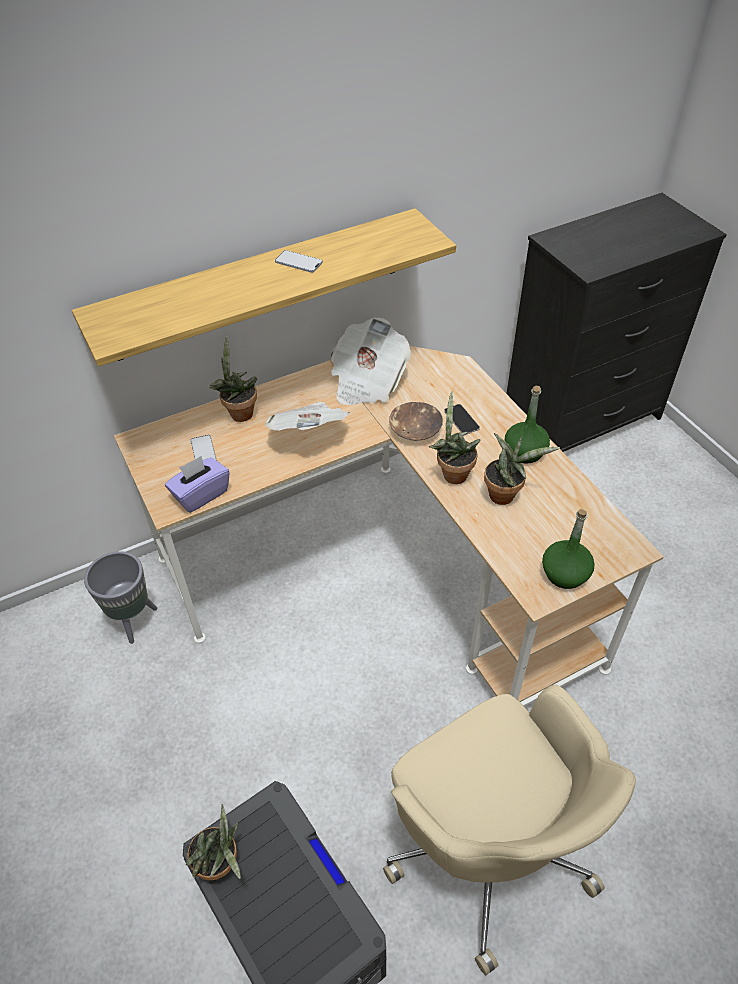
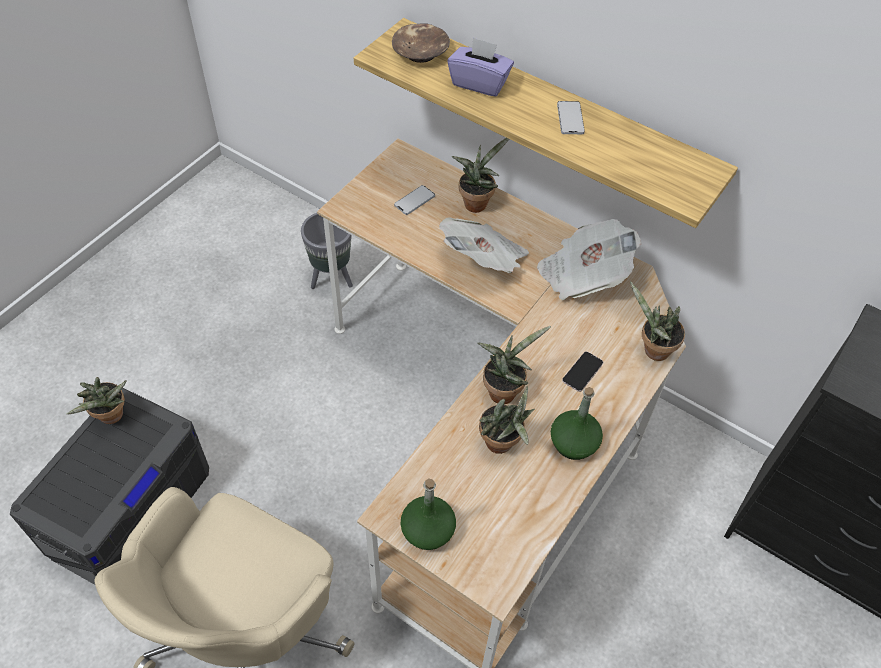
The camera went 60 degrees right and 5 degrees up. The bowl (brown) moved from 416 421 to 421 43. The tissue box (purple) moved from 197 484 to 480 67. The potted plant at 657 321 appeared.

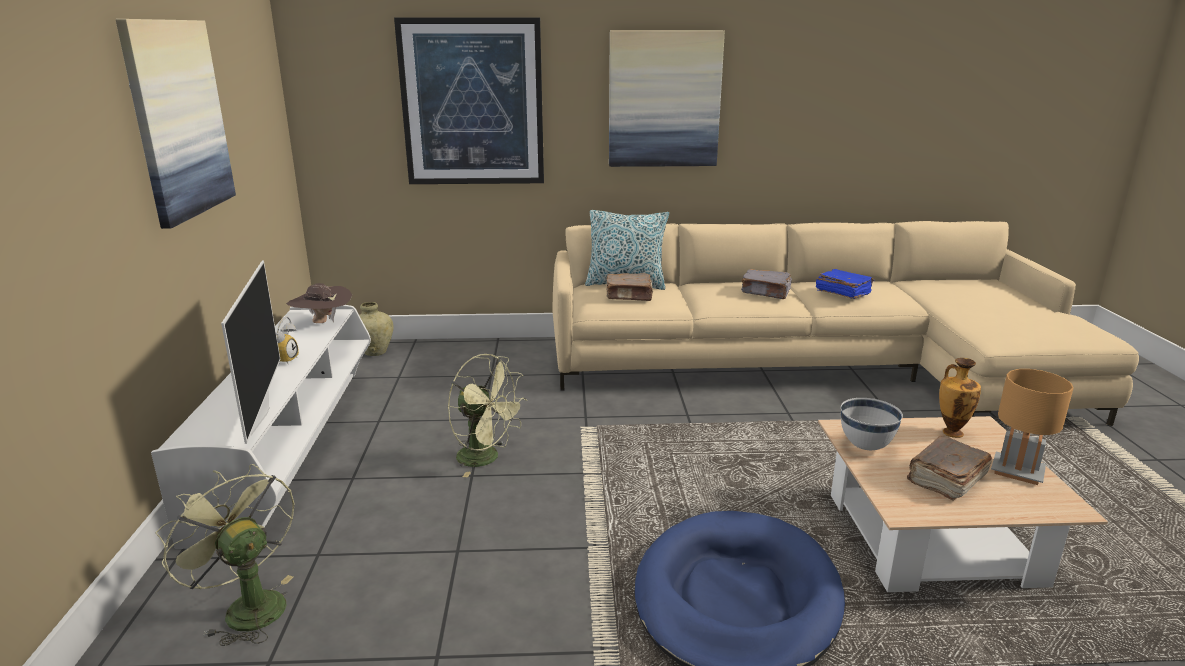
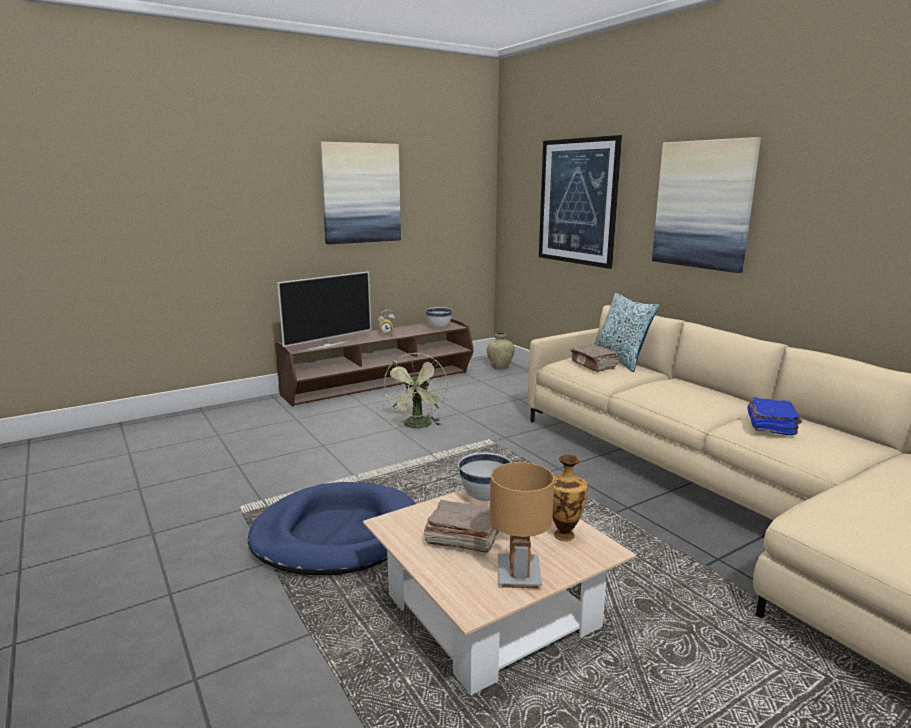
The camera went 60 degrees right and 5 degrees down. The book (grey) at 766 284 disappeared. The hat (brown) at 319 303 was replaced by the bowl (white) at 439 318. The tv stand (white) at 261 427 became the tv stand (brown) at 374 362. The fan (green) at 224 555 disappeared.

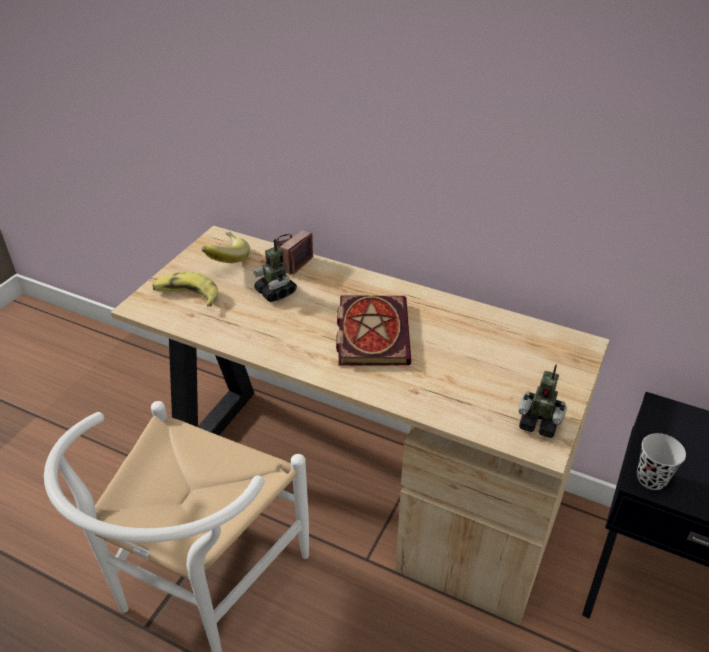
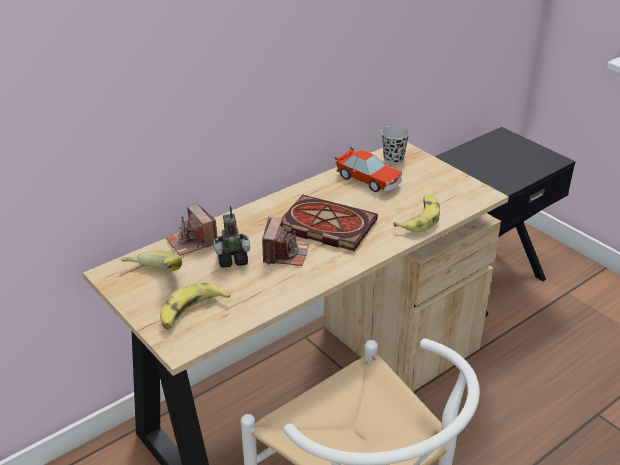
The camera went 65 degrees left and 5 degrees down. The toy robot at 543 401 disappeared. The cup (black) moved from 661 461 to 395 145. The toy car at 368 169 appeared. The banana at 416 213 appeared. The photo camera at 285 241 appeared.

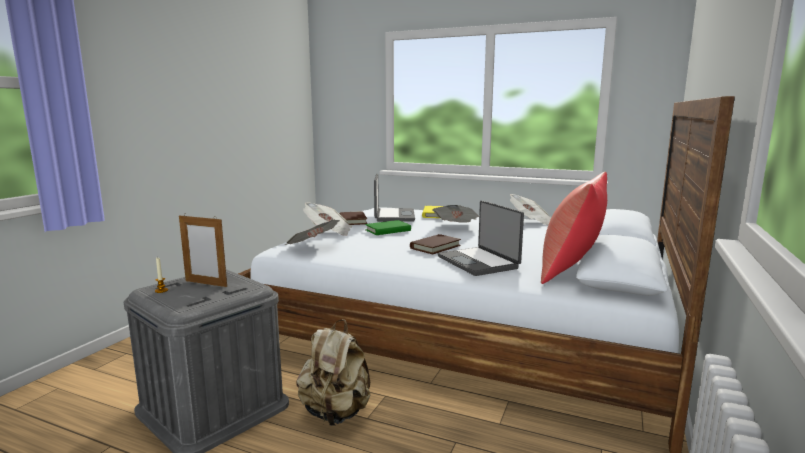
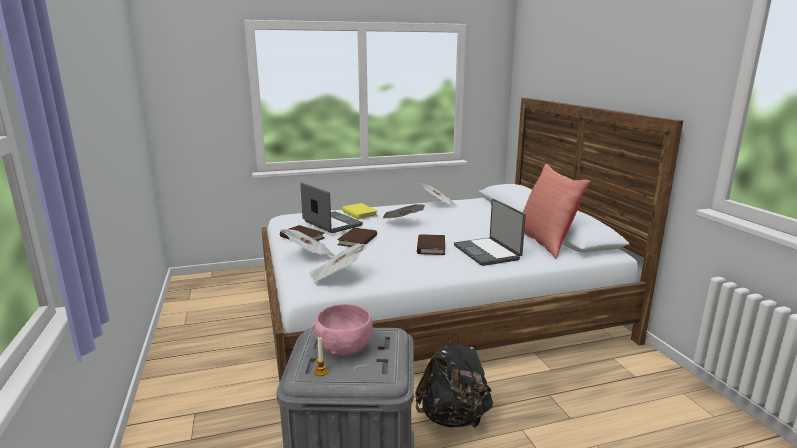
The camera went 40 degrees left and 5 degrees up. The laptop at 481 238 turned 45 degrees clockwise. The picture frame at 203 251 was replaced by the bowl (pink) at 343 330. The book (green) at 388 227 became the book (brown) at 357 237. The backpack (beige) at 333 372 became the backpack (black) at 454 381.

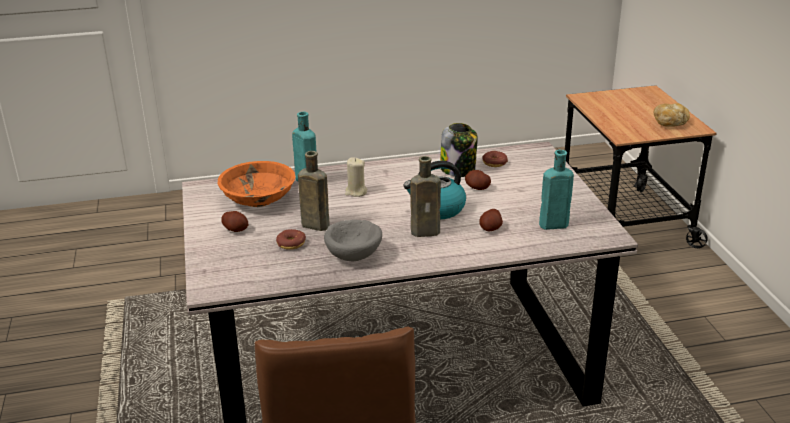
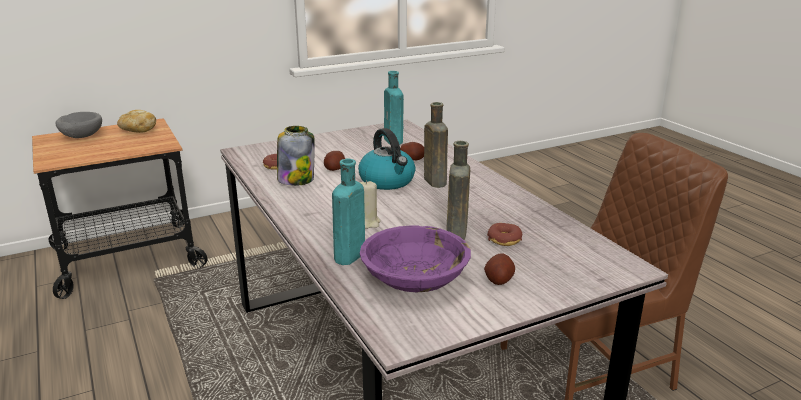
The camera went 105 degrees left and 5 degrees down. The bowl (orange) at 256 184 became the bowl (purple) at 415 258. The bowl (grey) moved from 353 240 to 78 125.

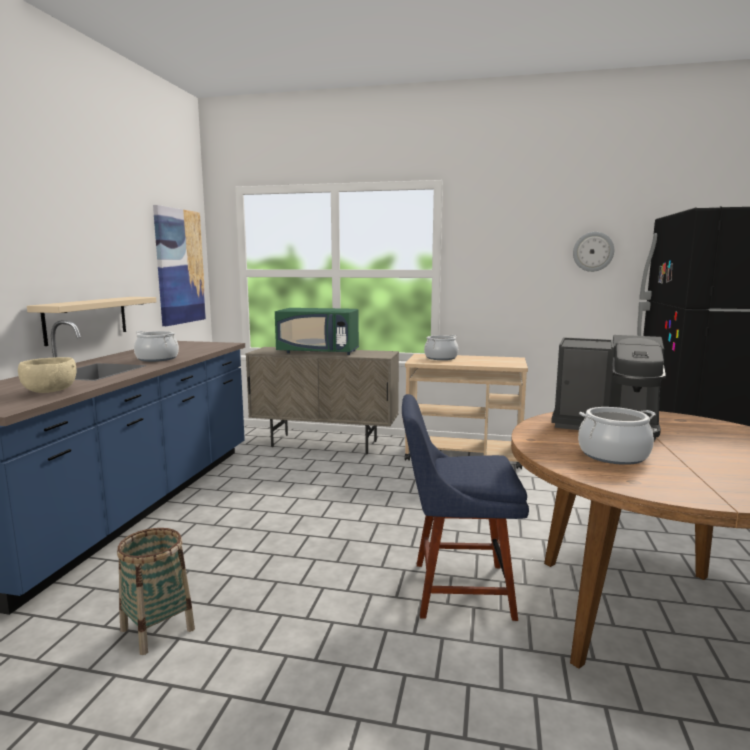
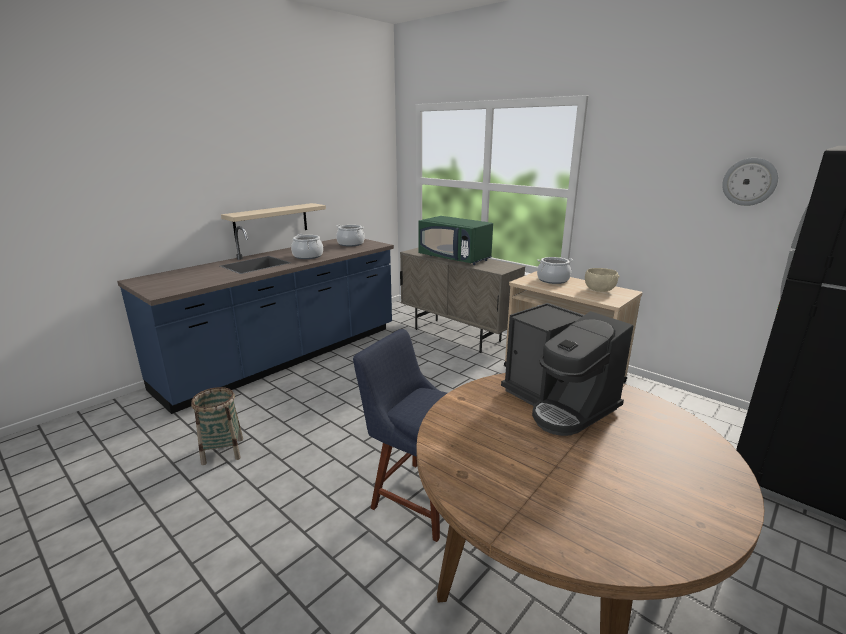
The camera went 30 degrees right and 10 degrees up. The picture at 179 265 disappeared. The bowl (beige) moved from 47 375 to 602 280. The cooking pot moved from 617 436 to 350 236.

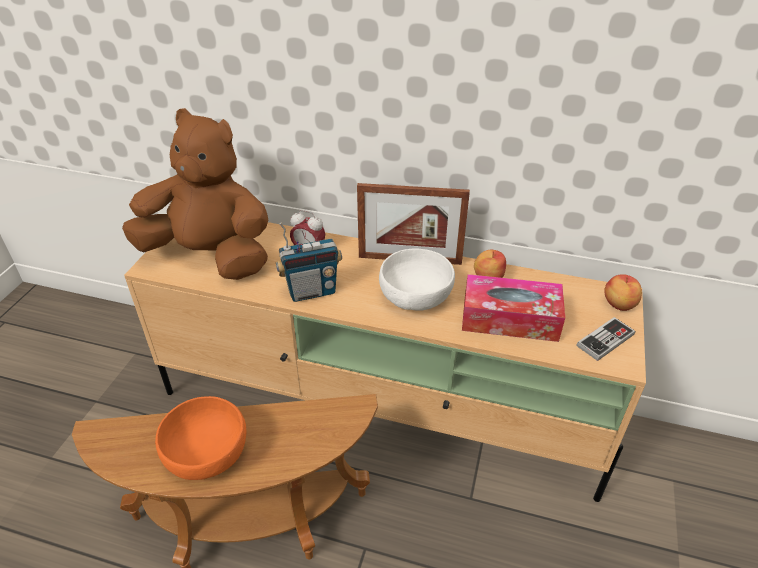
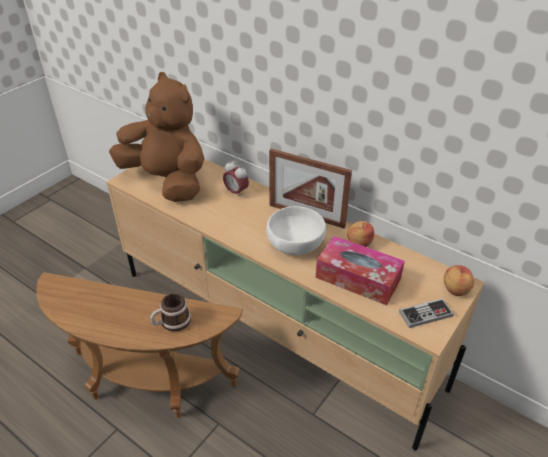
The camera went 20 degrees right and 0 degrees up. The radio at 309 262 disappeared. The bowl (orange) at 201 438 disappeared. The mug at 170 312 appeared.

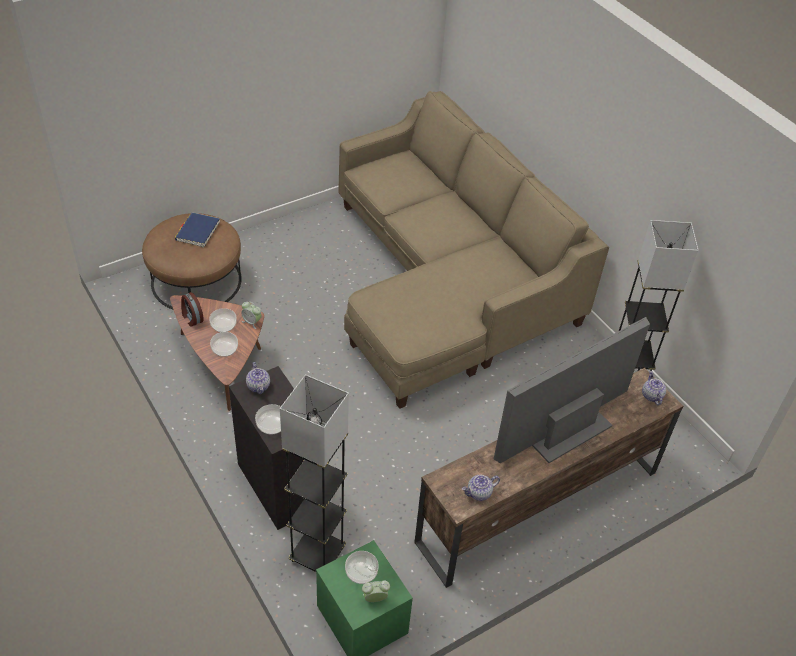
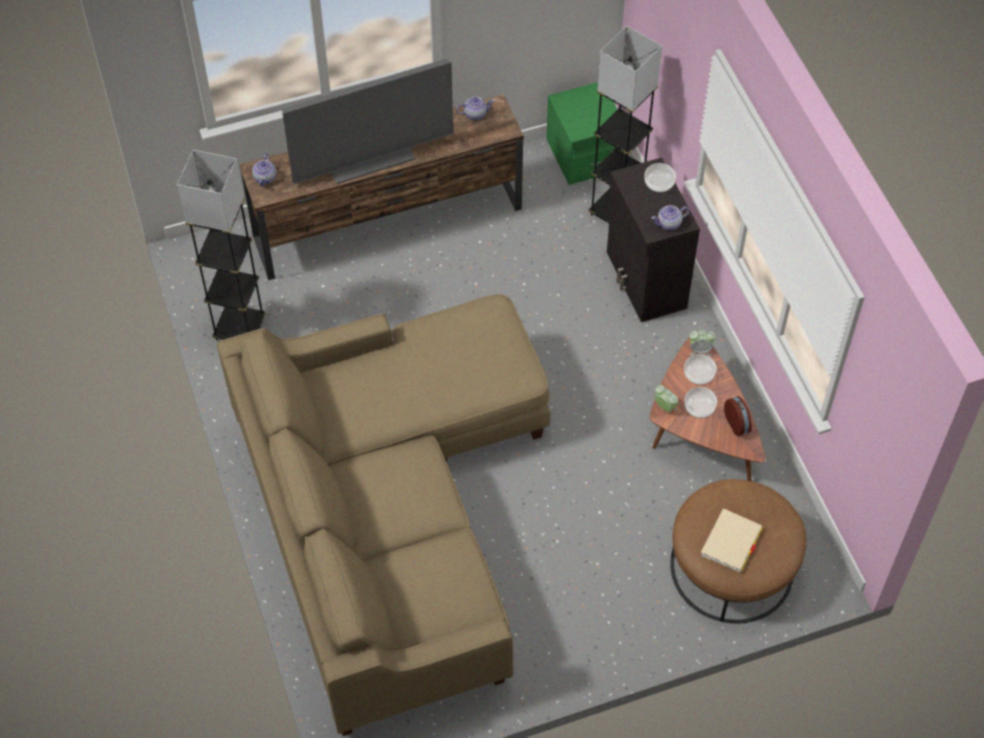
The camera went 165 degrees left and 10 degrees up. The book (blue) at 197 229 became the book (beige) at 732 540. The teapot at 258 378 turned 105 degrees counterclockwise. The bowl at 362 567 disappeared. The alarm clock moved from 376 591 to 702 343.

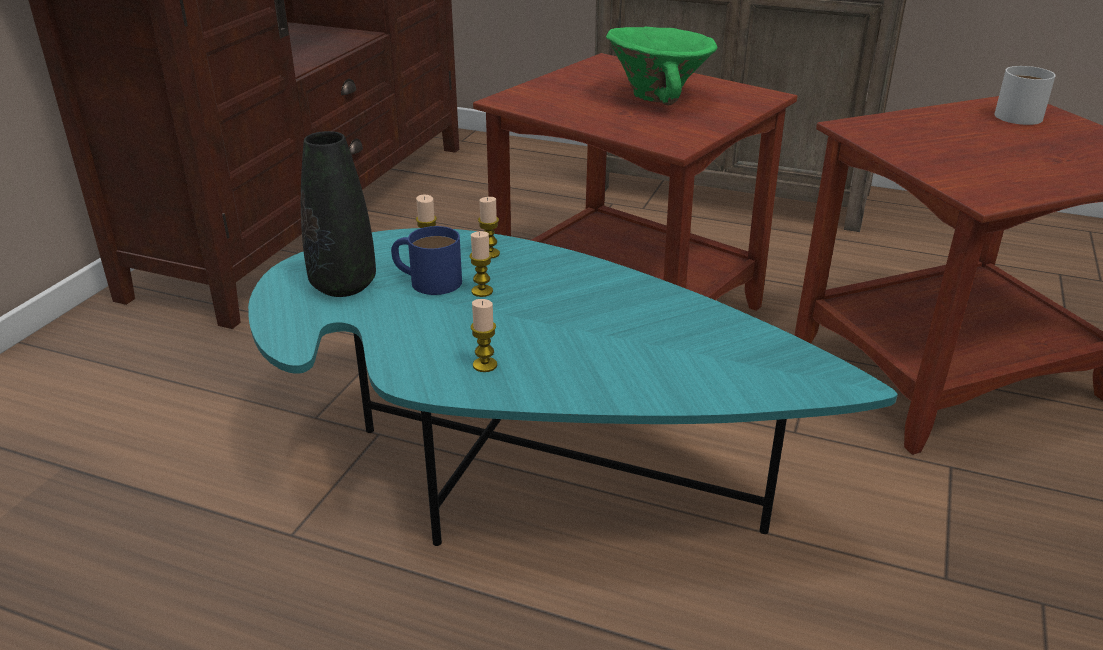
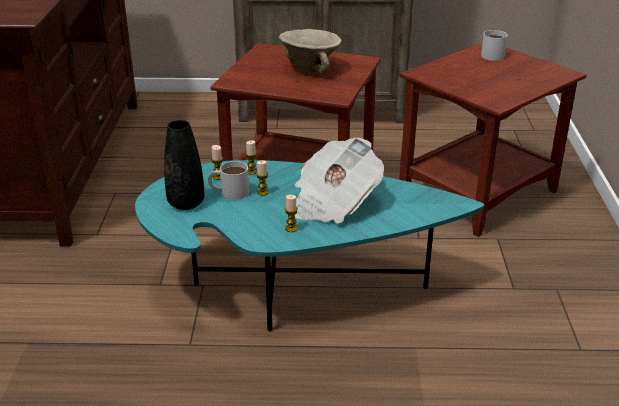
The camera went 20 degrees left and 0 degrees up. The bowl (green) at 661 66 became the bowl (beige) at 310 51. The mug (blue) at 426 260 became the mug (white) at 228 180. The newspaper at 339 180 appeared.

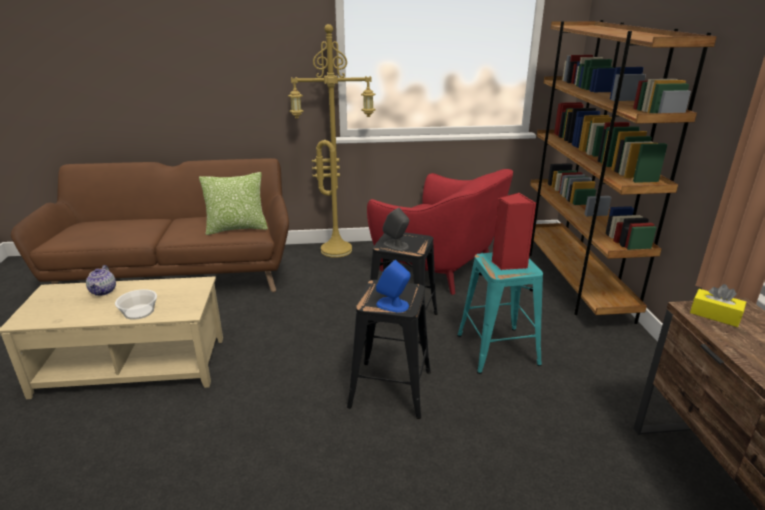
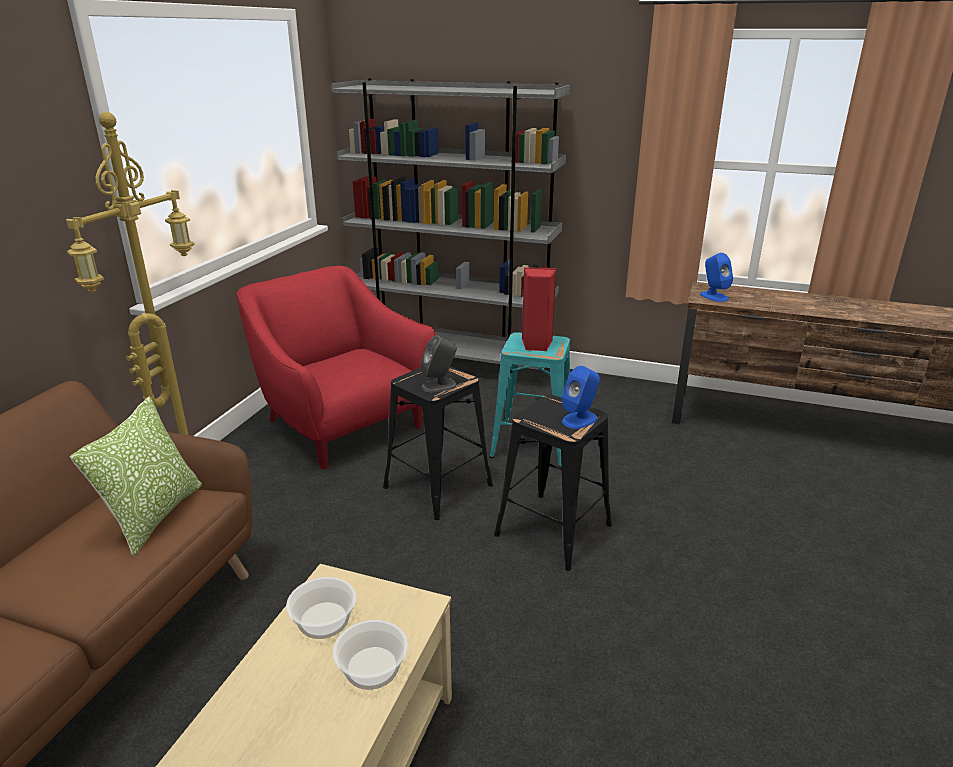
The camera went 65 degrees left and 0 degrees up. The bookcase (brown) at 623 172 became the bookcase (grey) at 450 224. The armchair (red) at 440 232 turned 105 degrees counterclockwise. The teapot at 101 280 disappeared. The tissue box (yellow) at 718 305 was replaced by the speaker (blue) at 716 277. The bowl at 321 608 appeared.

